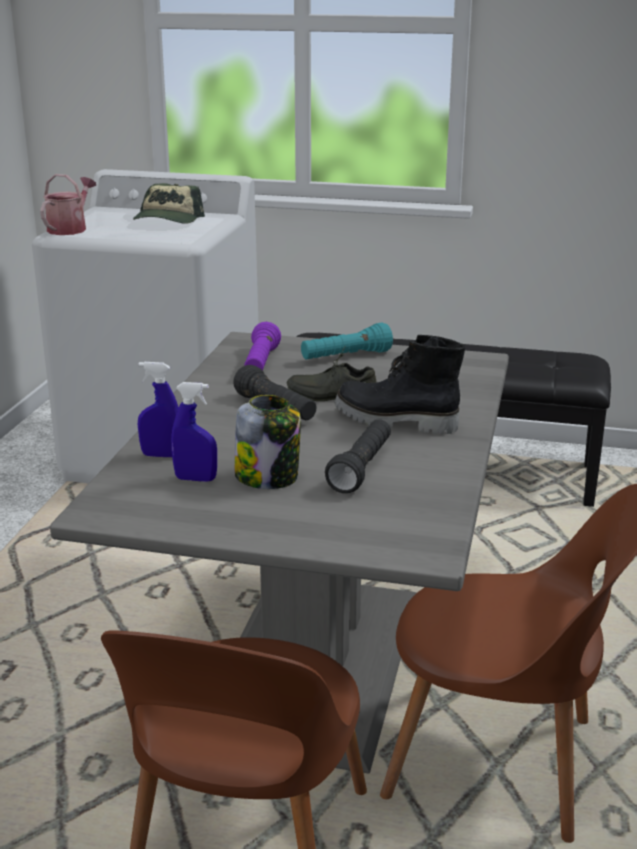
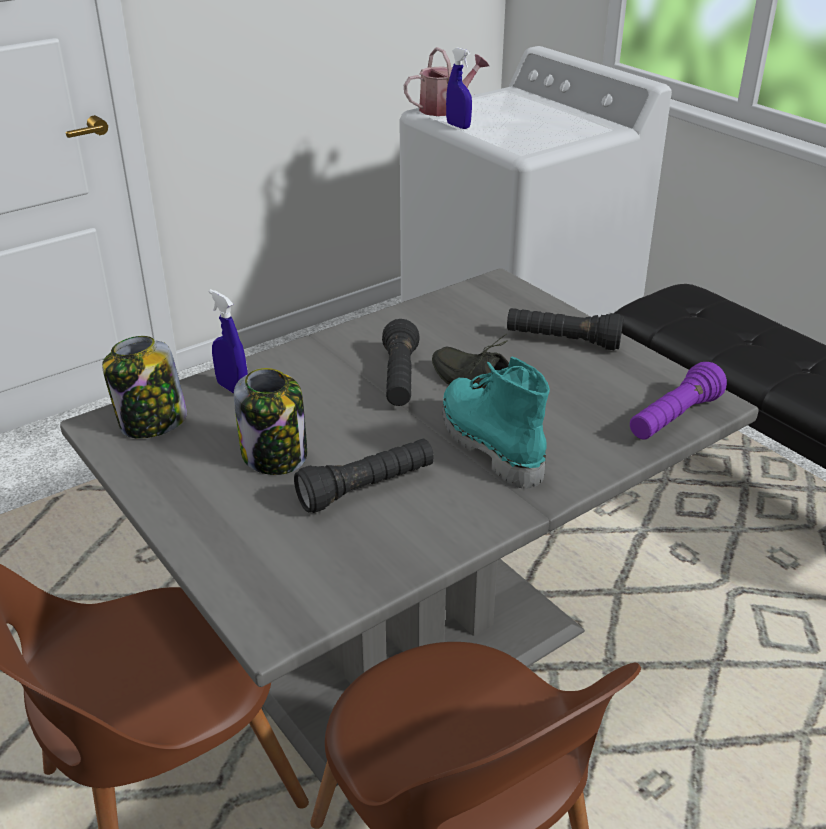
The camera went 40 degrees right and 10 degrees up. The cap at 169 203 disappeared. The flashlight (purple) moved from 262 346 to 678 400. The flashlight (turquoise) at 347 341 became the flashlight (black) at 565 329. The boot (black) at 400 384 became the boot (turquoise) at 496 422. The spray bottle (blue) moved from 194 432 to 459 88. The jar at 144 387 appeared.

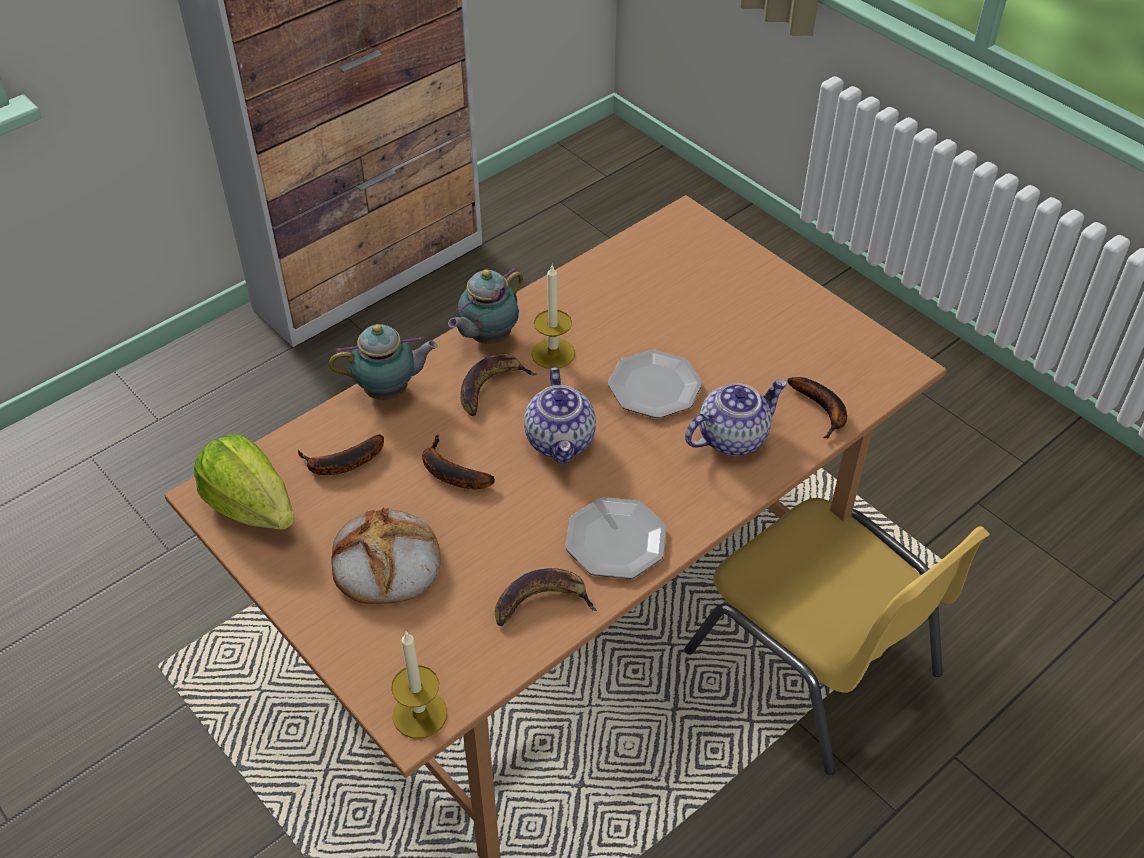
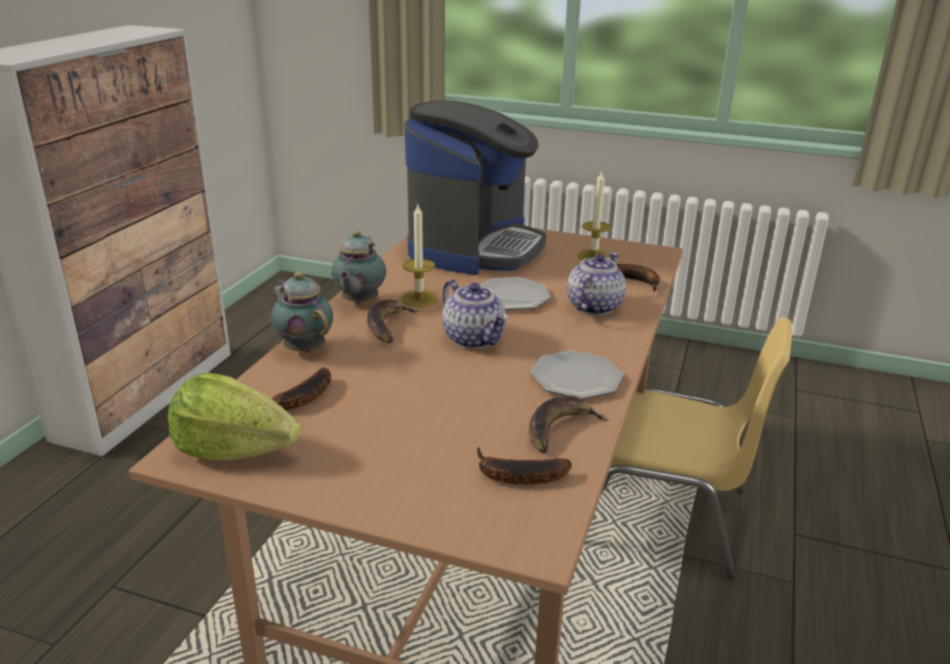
The camera went 30 degrees left and 20 degrees down. The teapot at 383 362 turned 90 degrees counterclockwise. The banana moved from 458 462 to 524 465. The bread at 386 556 disappeared. The candle moved from 419 685 to 594 215. The coffee machine at 475 187 appeared.

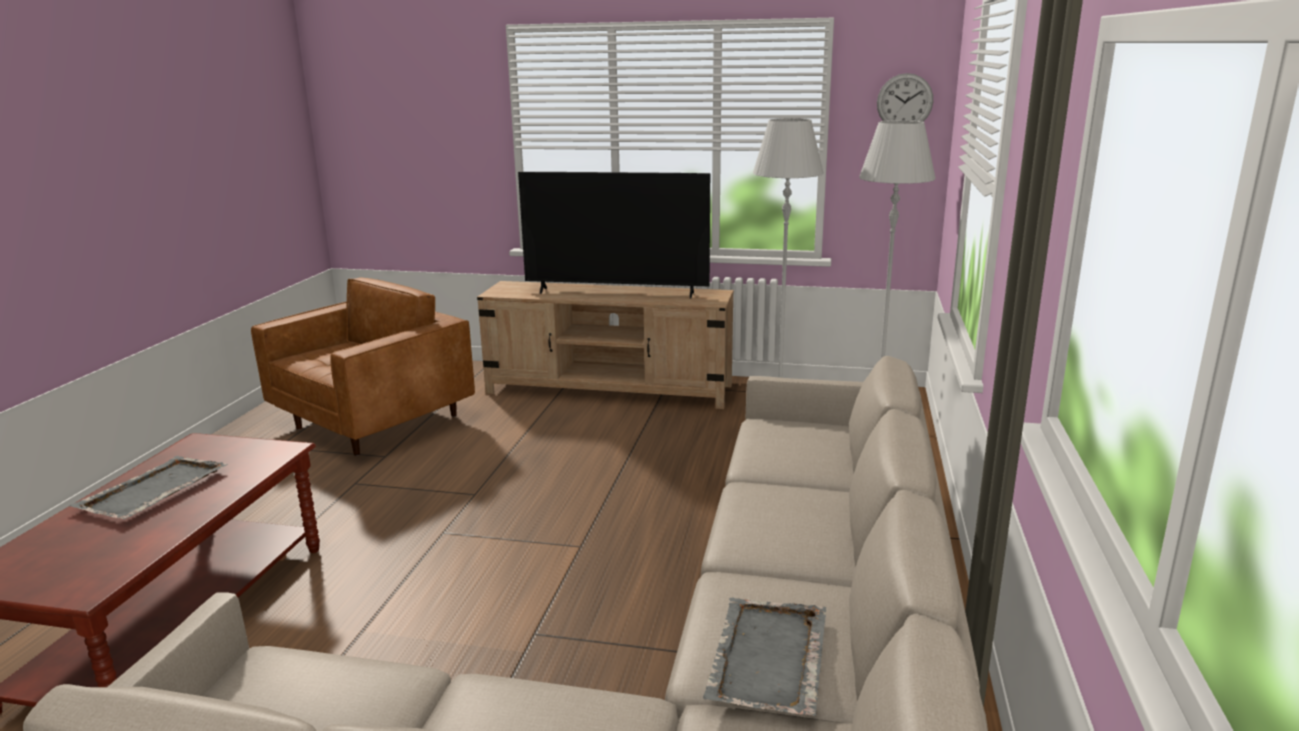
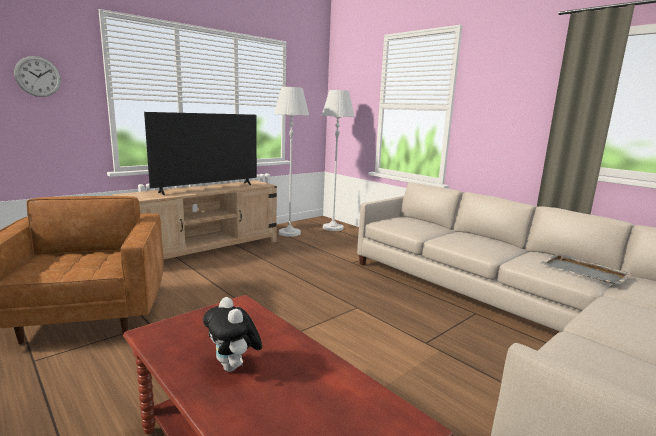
The camera went 55 degrees left and 5 degrees down. The wall clock moved from 905 97 to 37 76. The tray (grey) at 149 487 was replaced by the plush toy at 232 334.

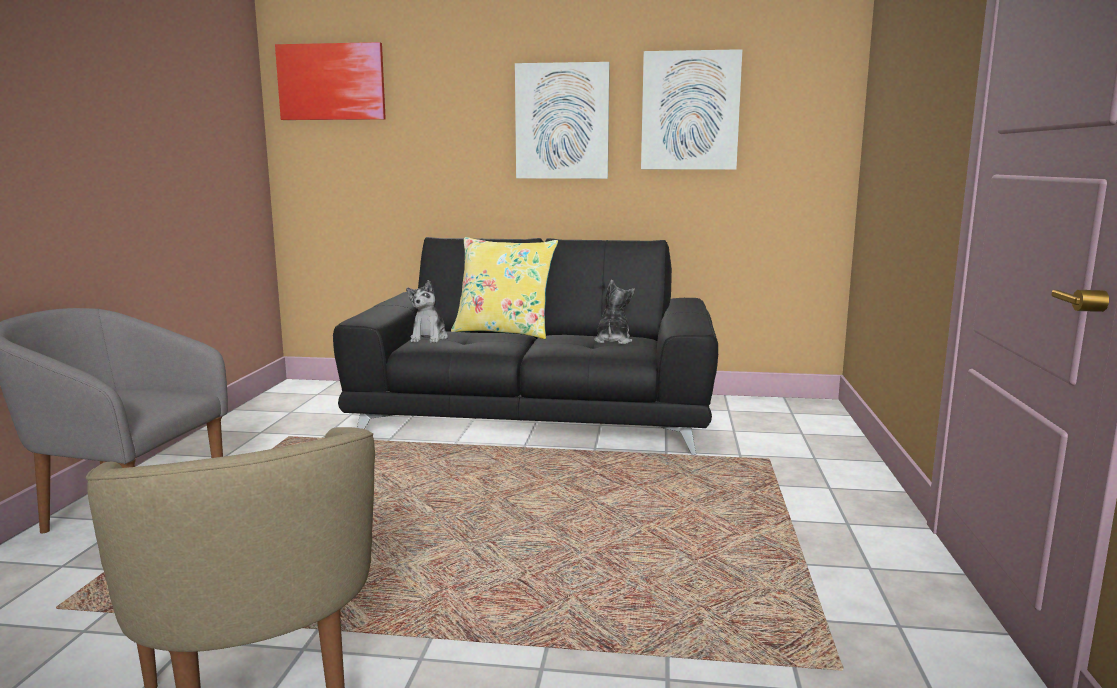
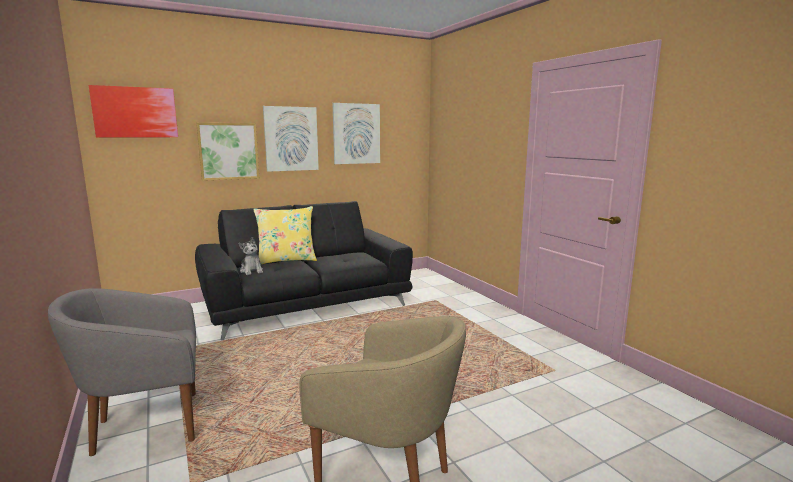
The camera went 35 degrees left and 0 degrees up. The plush toy at 614 312 disappeared. The picture at 227 152 appeared.

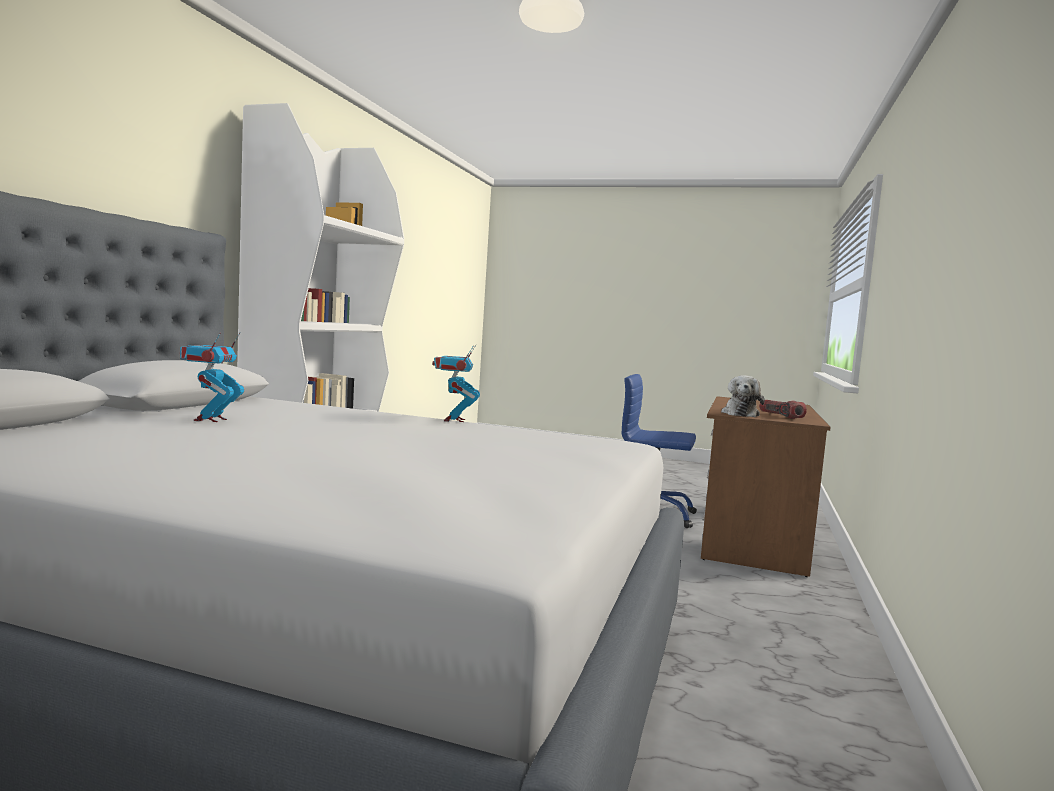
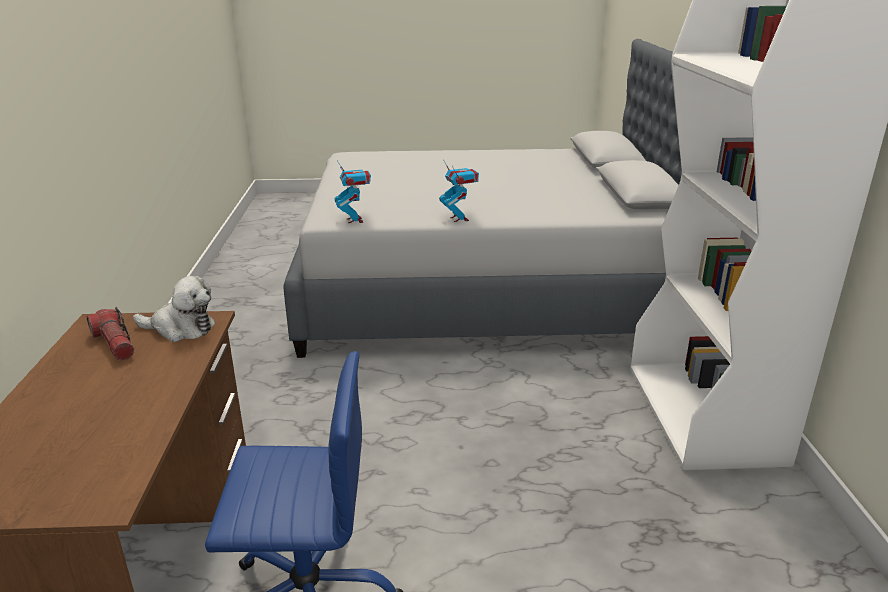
The camera went 160 degrees right and 20 degrees up. The toy robot moved from 212 377 to 353 192. The plush toy at 743 396 turned 105 degrees clockwise.

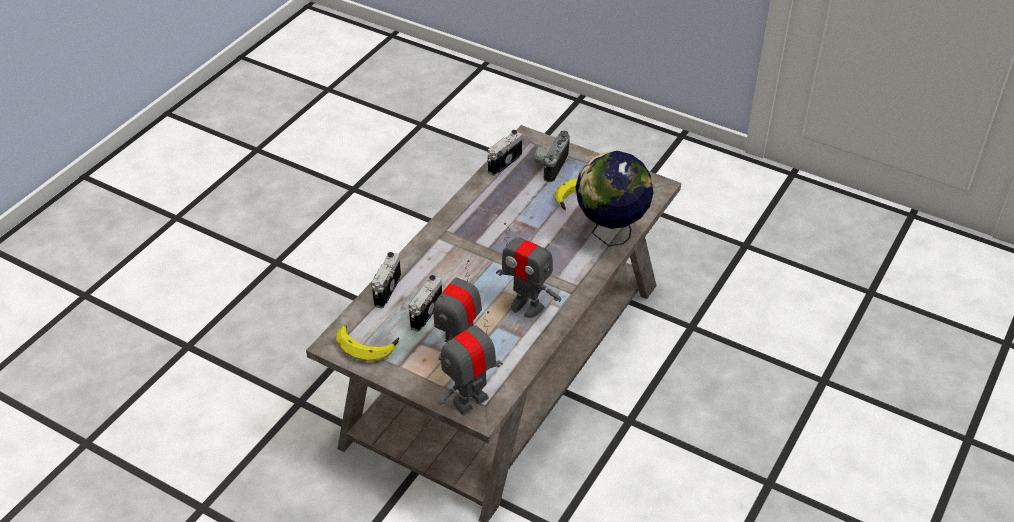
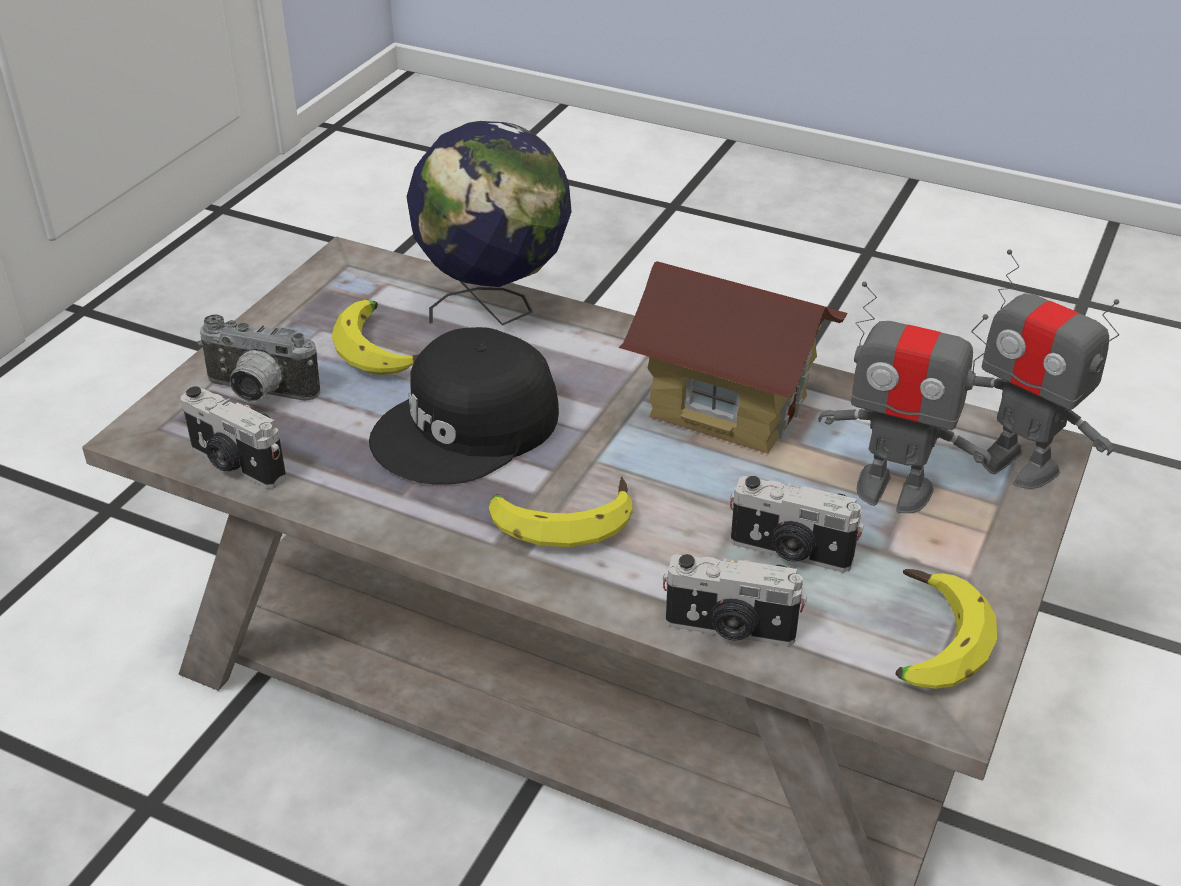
The camera went 95 degrees left and 5 degrees down. The toy robot at 528 270 was replaced by the toy house at 733 357. The cap (black) at 464 406 appeared. The banana at 560 512 appeared.

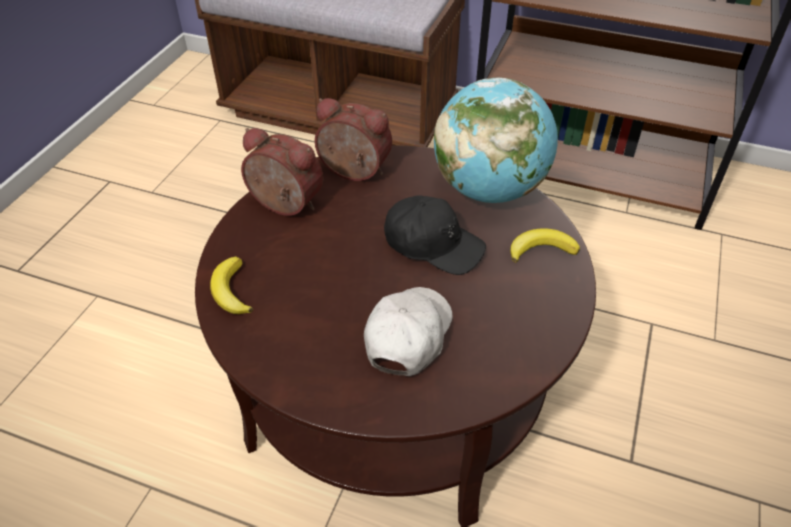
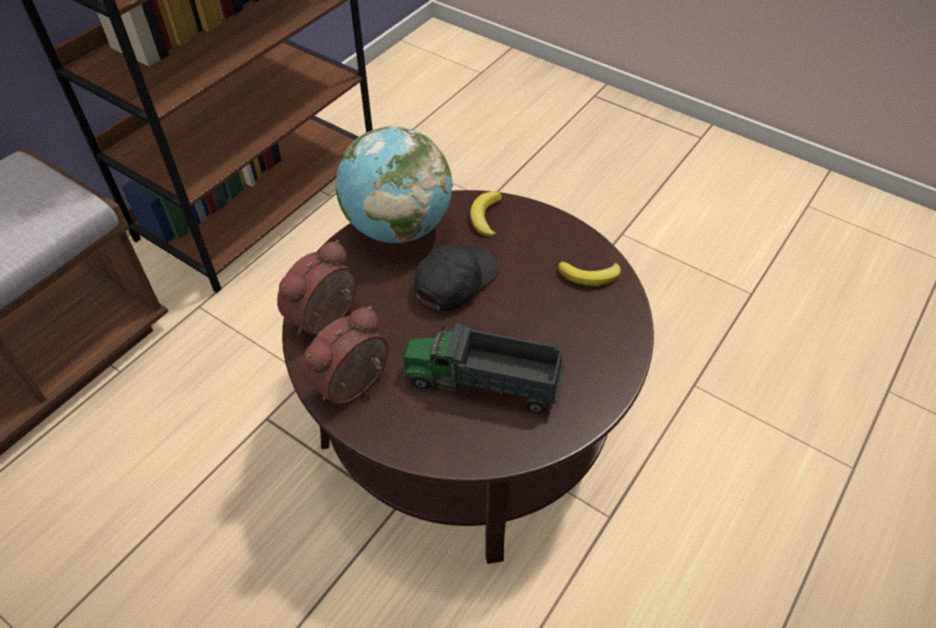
The camera went 75 degrees left and 5 degrees up. The banana moved from 231 285 to 589 274. The cap (white) at 408 331 disappeared. The toy truck at 484 368 appeared.

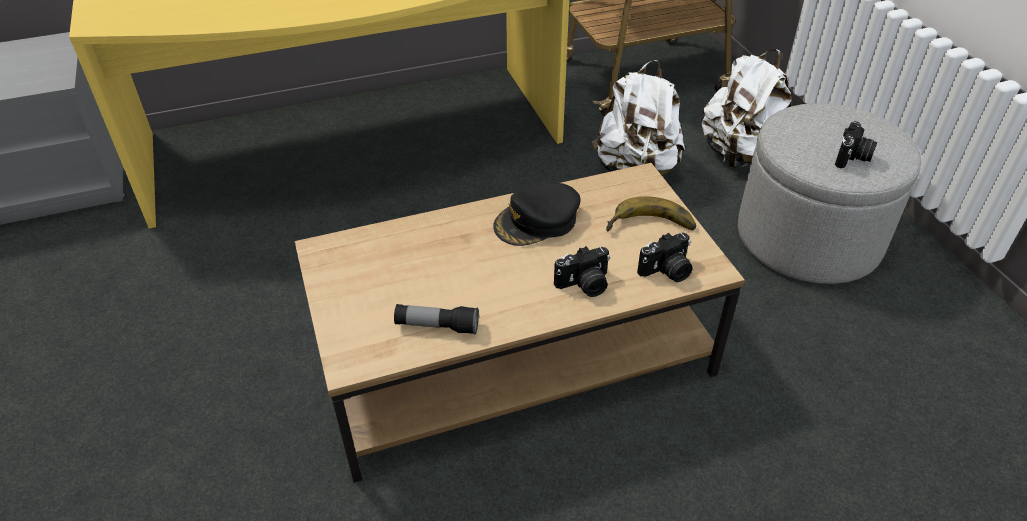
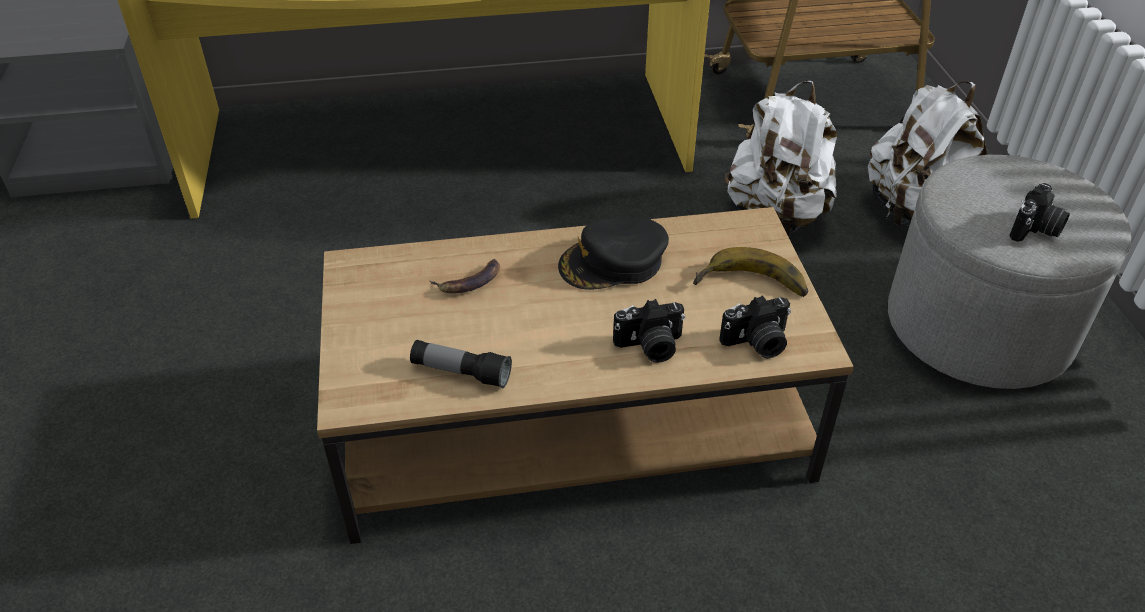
The camera went 10 degrees right and 0 degrees up. The banana at 465 276 appeared.

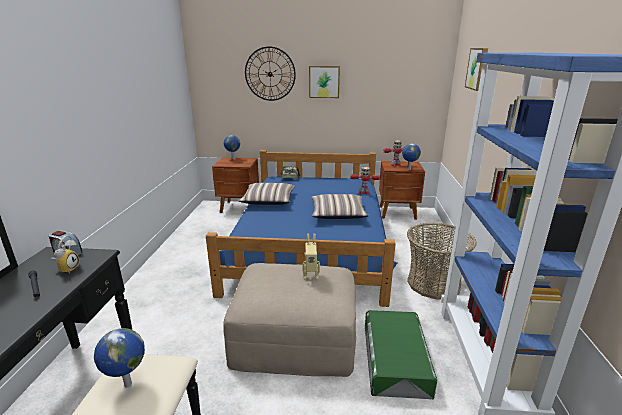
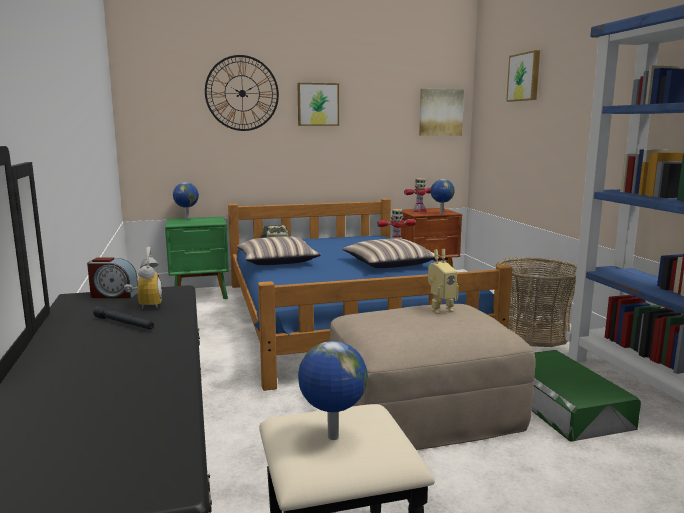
The camera went 20 degrees left and 10 degrees down. The nightstand (brown) at 235 185 became the nightstand (green) at 197 258. The picture at 441 112 appeared.

